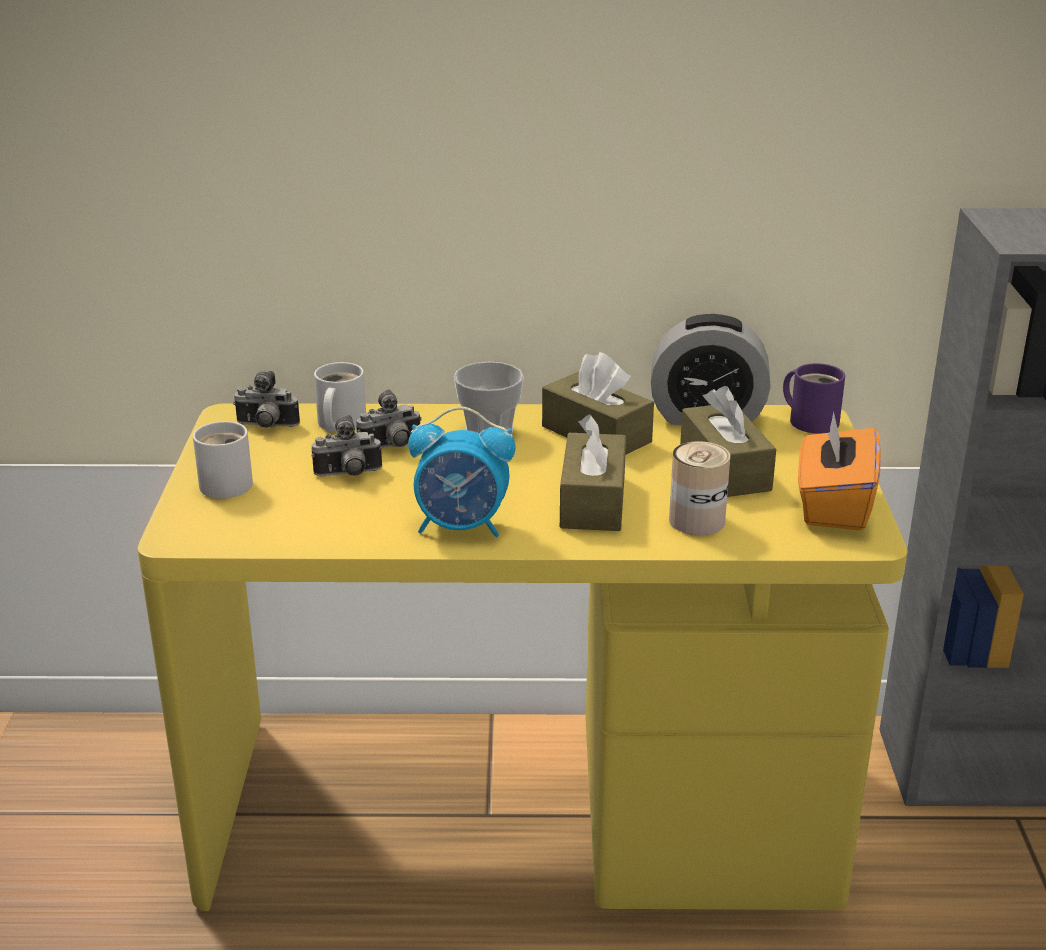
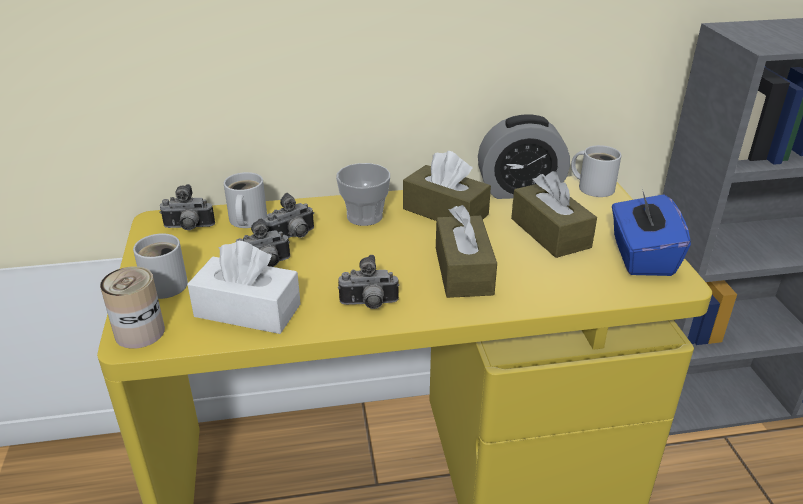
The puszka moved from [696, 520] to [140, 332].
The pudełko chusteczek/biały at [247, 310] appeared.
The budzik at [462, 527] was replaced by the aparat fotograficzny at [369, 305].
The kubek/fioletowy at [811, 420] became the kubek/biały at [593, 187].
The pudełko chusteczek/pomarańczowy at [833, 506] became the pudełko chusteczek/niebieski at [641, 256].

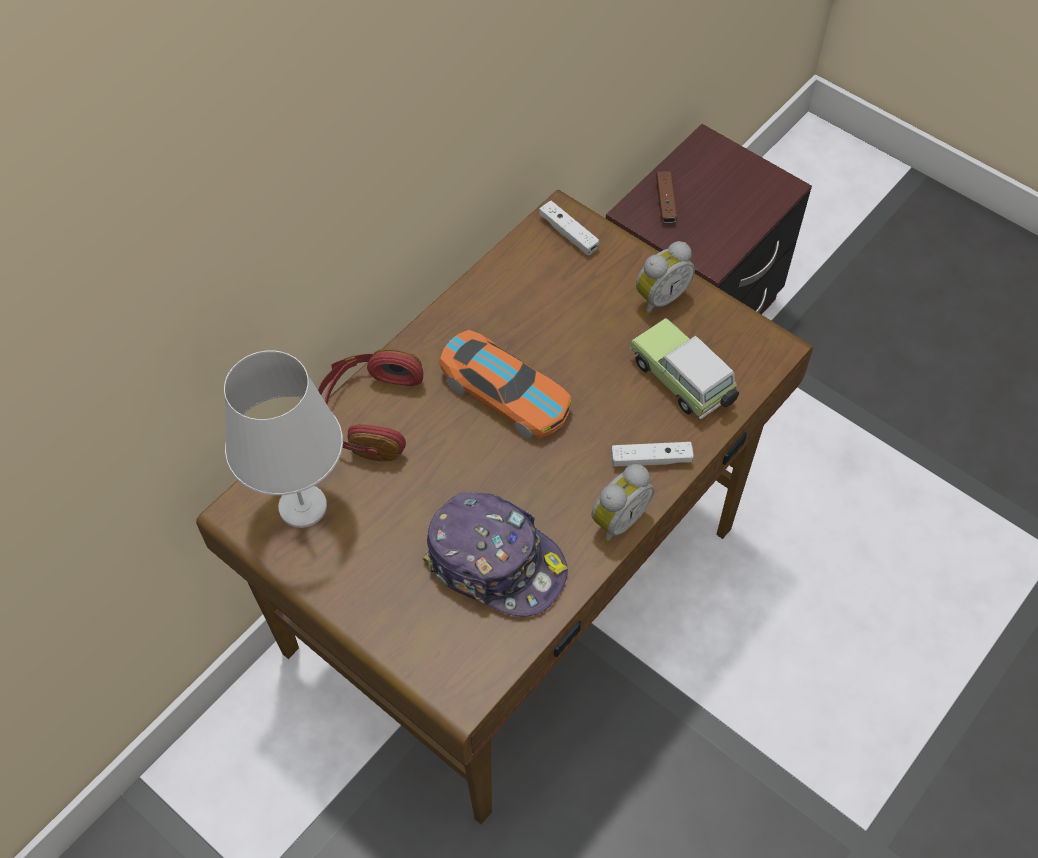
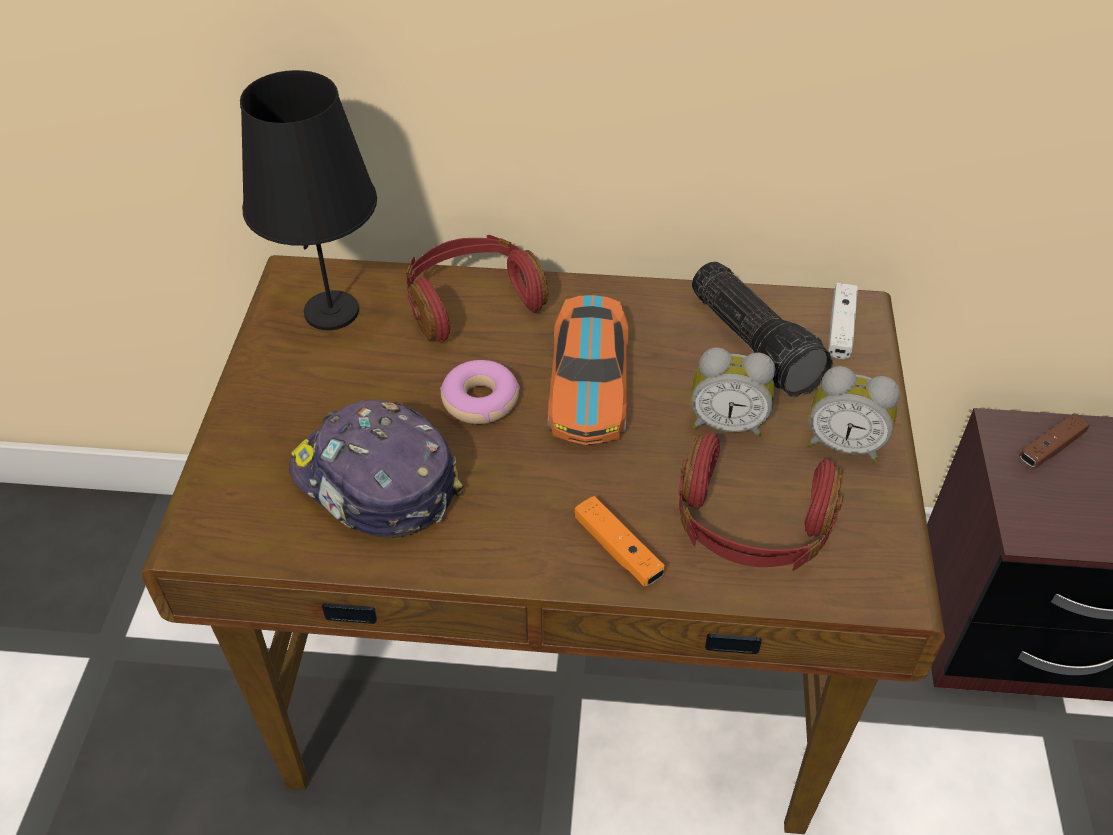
The lampa stołowa/biały at [302, 505] became the lampa stołowa/czarny at [332, 311].
The czapka z daszkiem at [495, 562] turned 135 degrees clockwise.
The donut at [480, 400] appeared.
The pad do gier/biały at [651, 459] became the pad do gier/pomarańczowy at [618, 549].
The samochodzik at [683, 382] was replaced by the słuchawki/czerwony at [751, 525].
The budzik moved from [617, 519] to [727, 423].
The latarka at [756, 343] appeared.

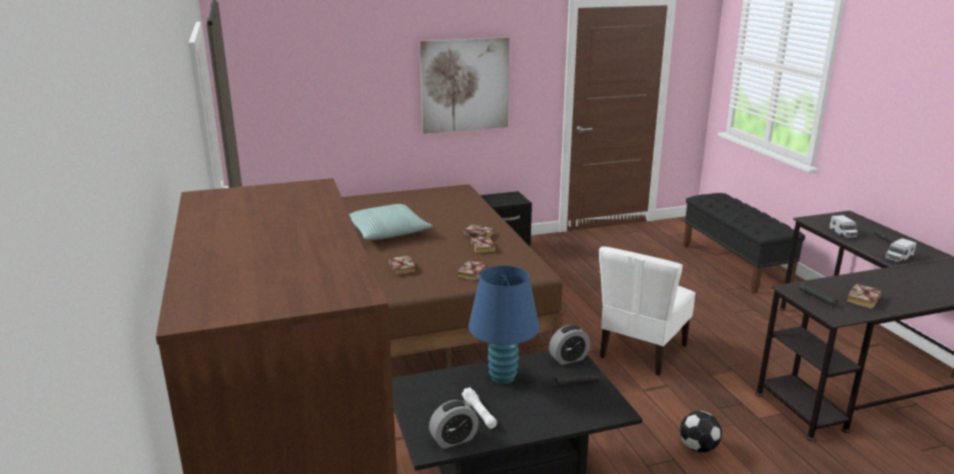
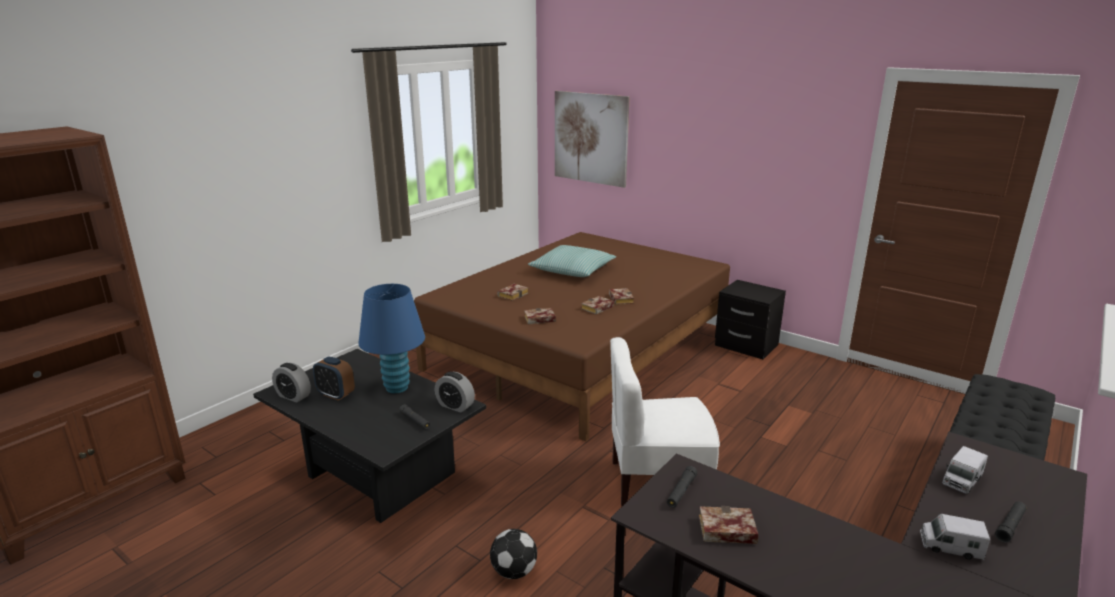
The latarka/biały at [479, 413] was replaced by the budzik at [335, 394].
The obraz moved from [465, 85] to [590, 138].

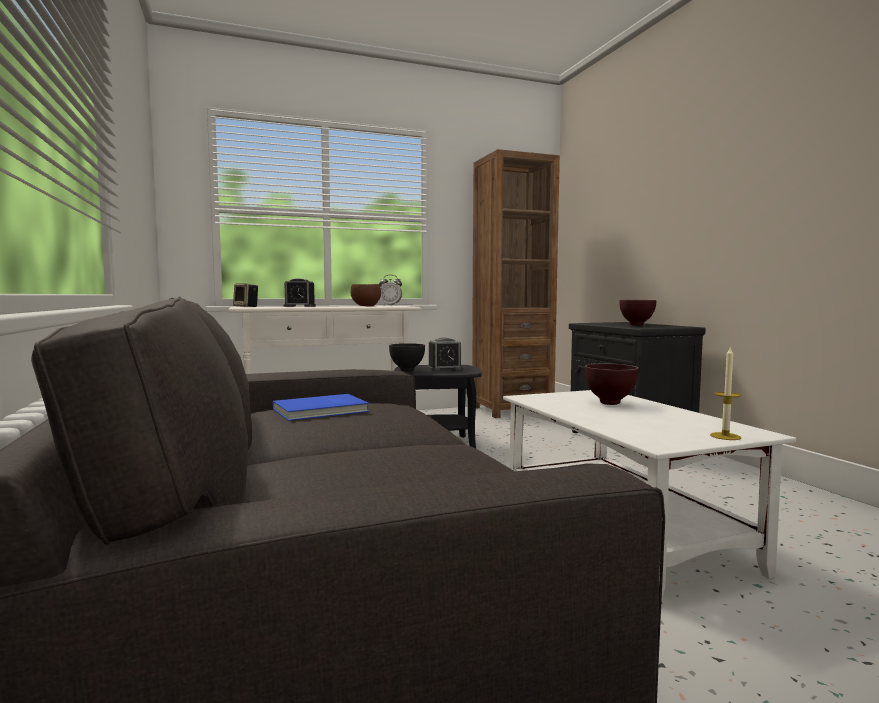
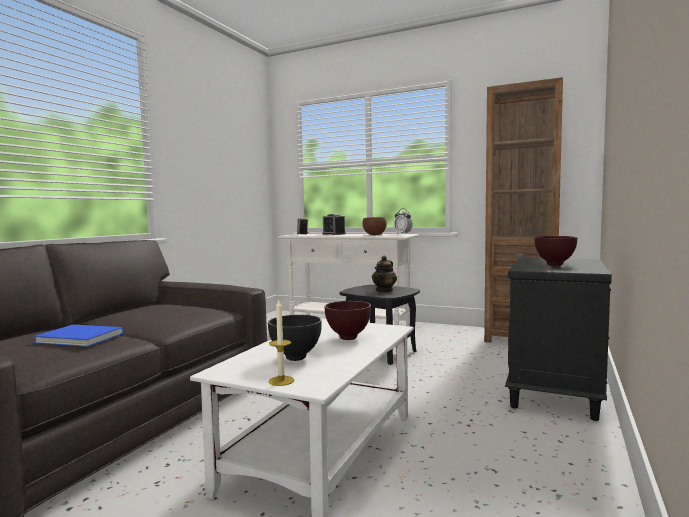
The książka/niebieski moved from [322, 410] to [79, 338].
The miska/czarny moved from [406, 370] to [296, 358].
The budzik at [444, 369] was replaced by the imbryk at [384, 290].

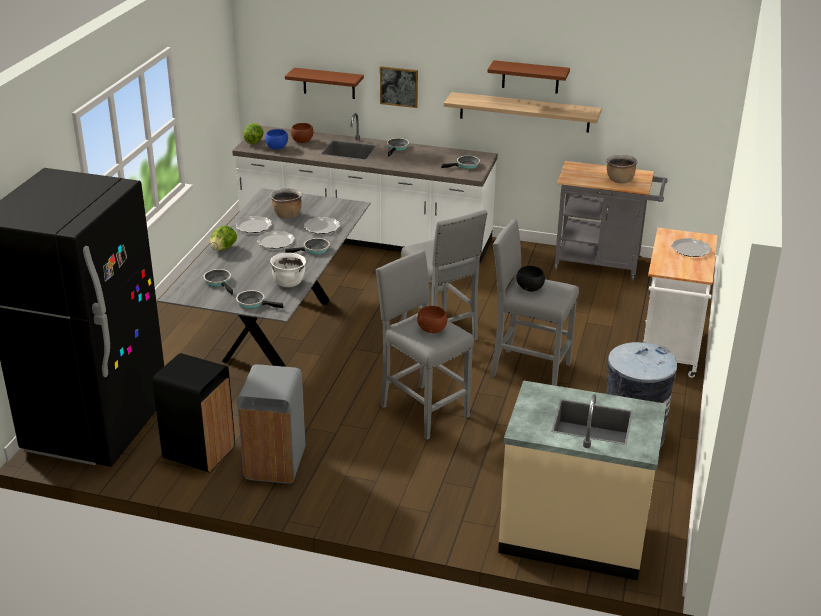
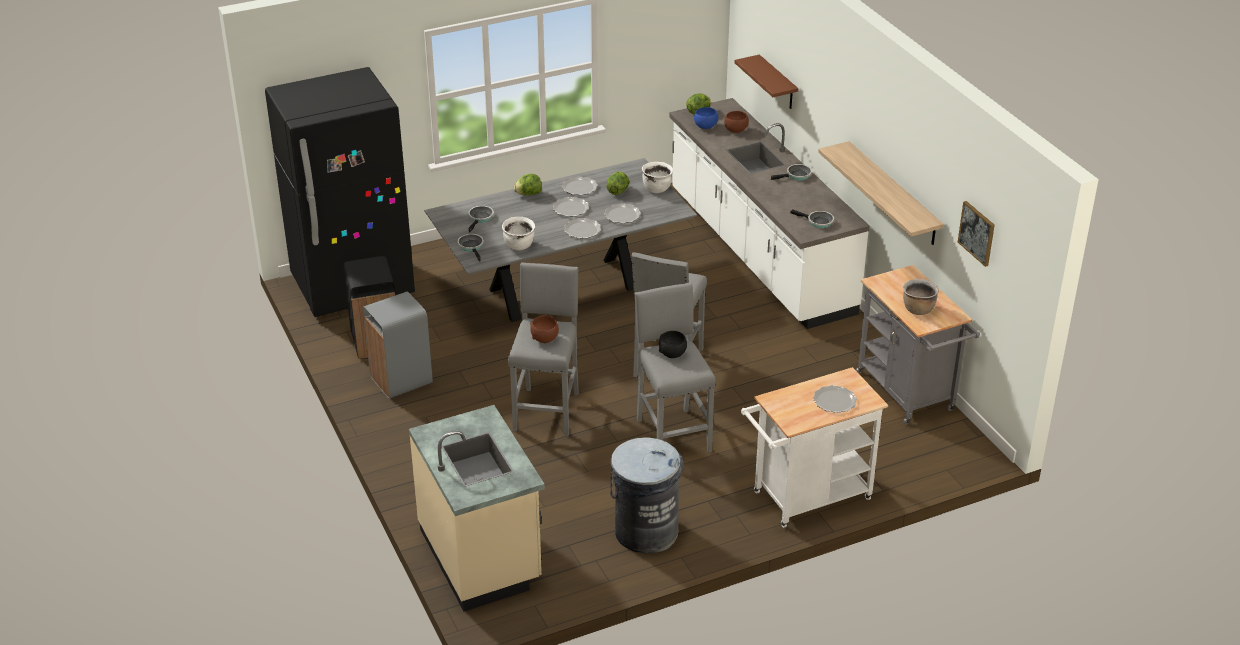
The patelnia at [314, 250] was replaced by the talerz at [582, 230].
The garnek/brązowy at [287, 215] was replaced by the sałata at [618, 191].
The garnek/biały at [656, 188] appeared.
The obraz moved from [399, 86] to [977, 233].
The półka/brązowy at [530, 77] disappeared.

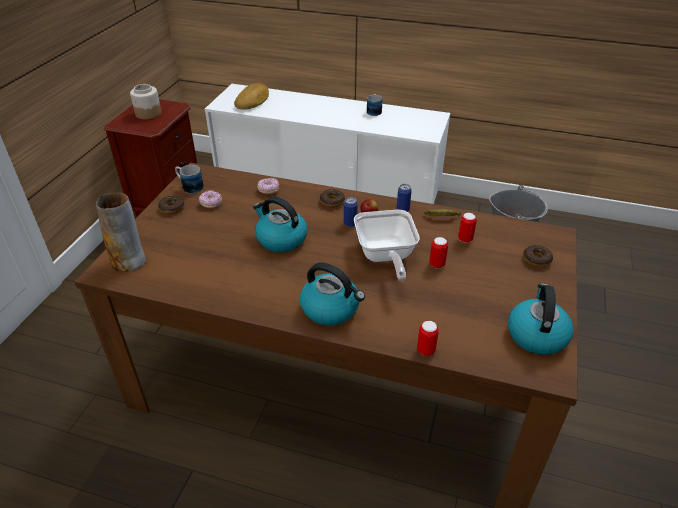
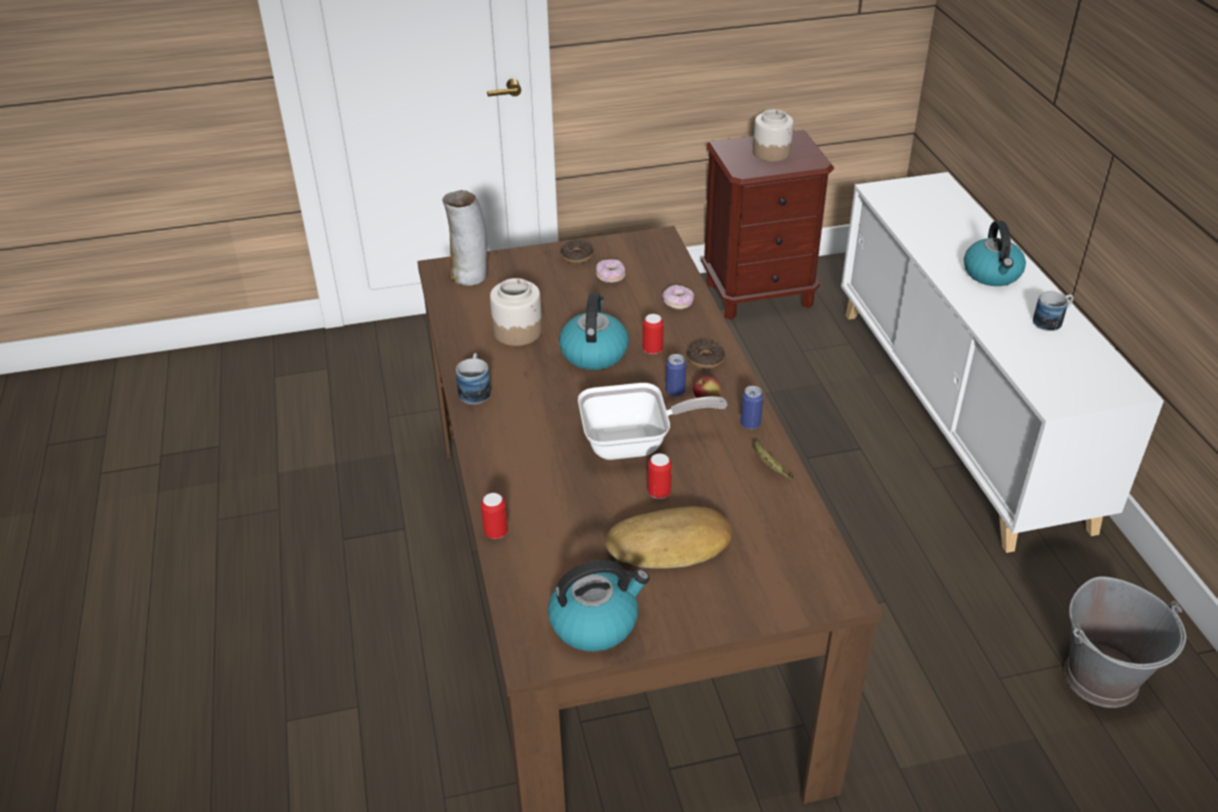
The kubek moved from [189, 187] to [475, 389].
The słoik at [517, 331] appeared.
The patelnia at [385, 257] turned 150 degrees counterclockwise.
The chleb moved from [253, 101] to [670, 546].
The puszka moved from [465, 239] to [652, 350].
The czajnik moved from [331, 309] to [992, 274].
The donut at [536, 259] disappeared.

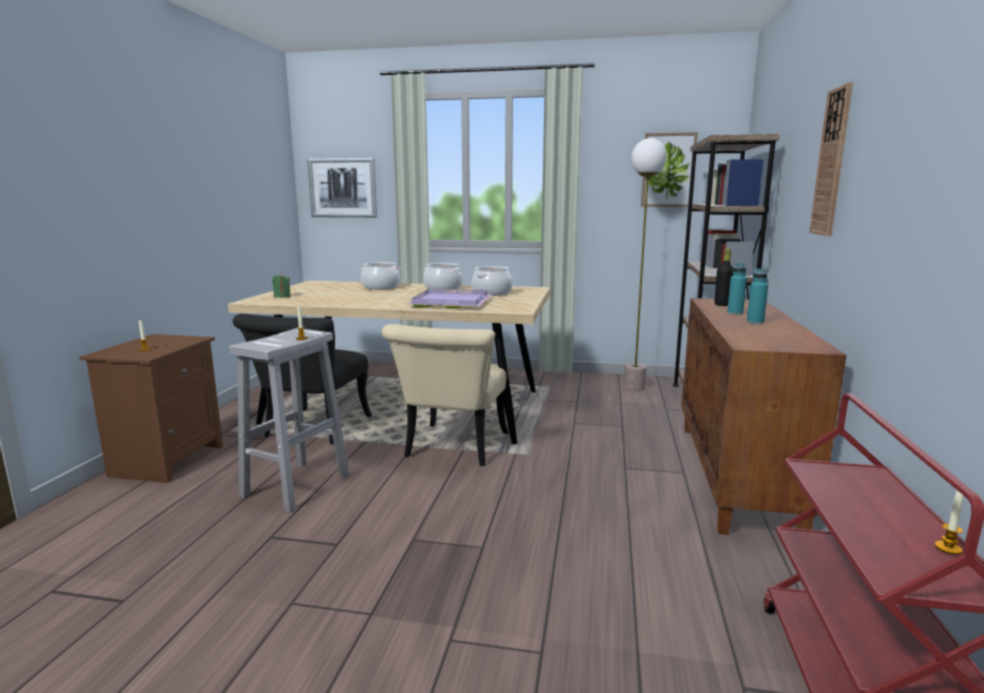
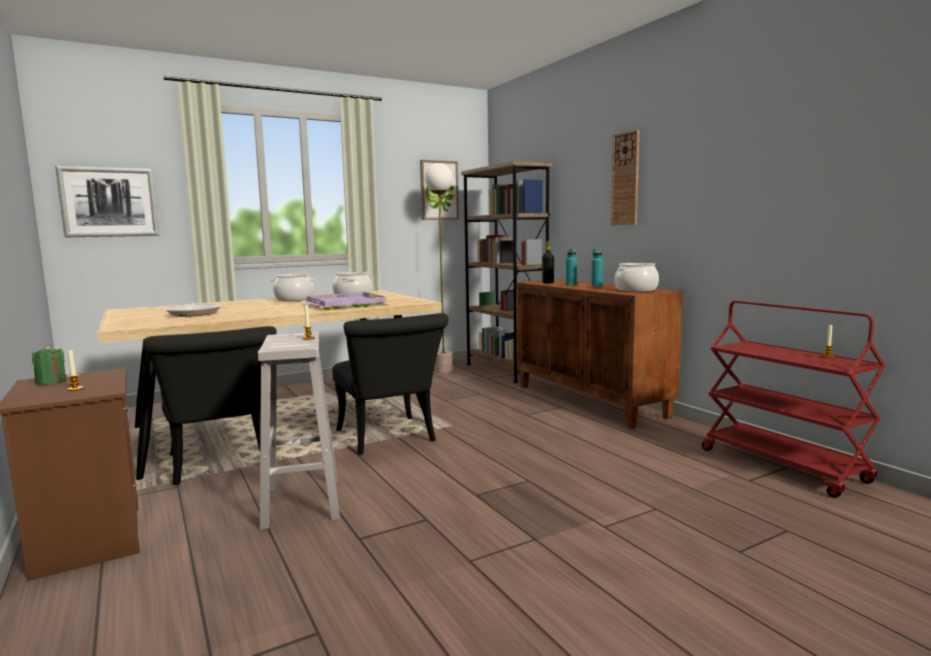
The świeca/zielony moved from [282, 296] to [51, 381].
The patelnia at [194, 313] appeared.
The krzesło/beżowy at [453, 449] became the krzesło/czarny at [389, 439].
The garnek moved from [380, 287] to [636, 290].

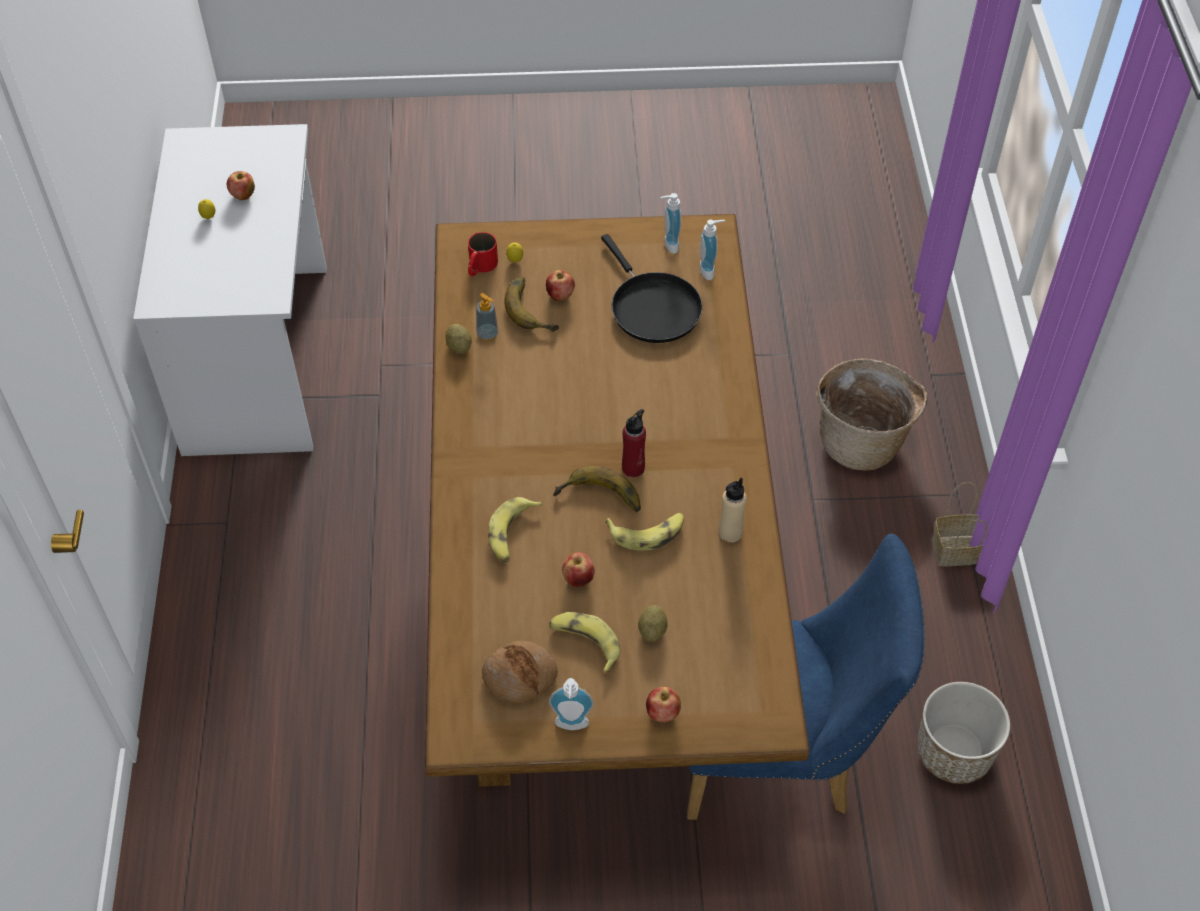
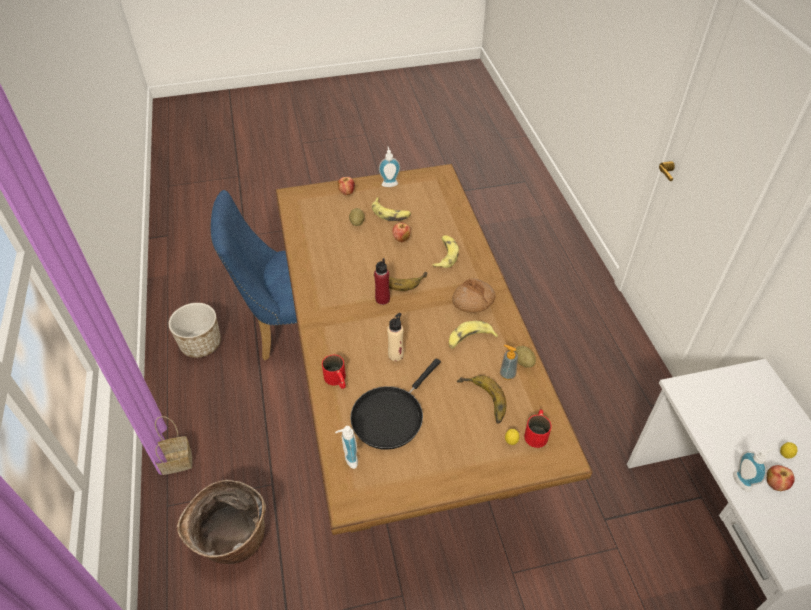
The kubek/czerwony at [337, 380] appeared.
The patelnia/czarny at [652, 307] turned 105 degrees counterclockwise.
The butelka/beżowy moved from [730, 533] to [396, 355].
The banan moved from [647, 532] to [469, 339].
The chleb moved from [520, 676] to [473, 300].
The dozownik mydła moved from [668, 244] to [744, 481].
The jabłko at [560, 296] disappeared.

